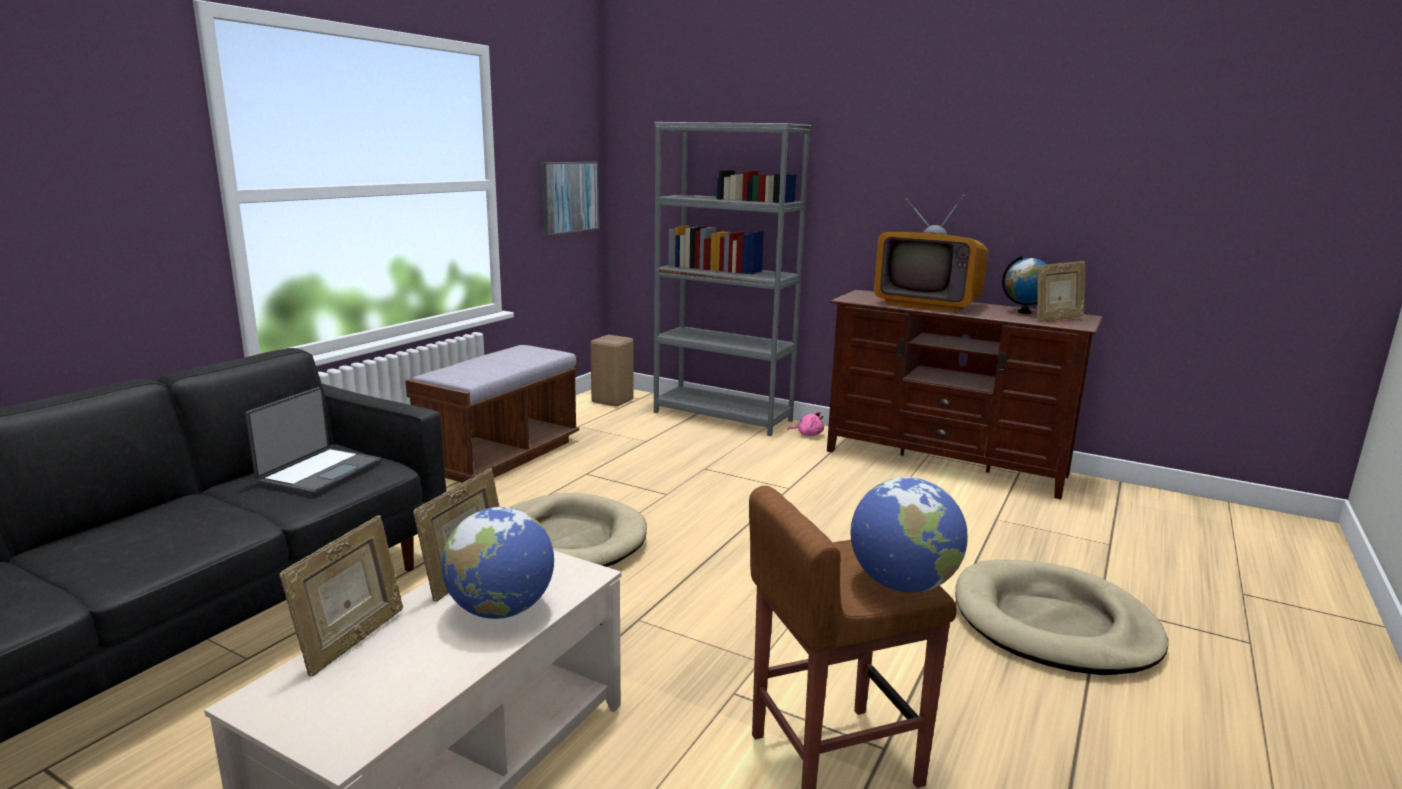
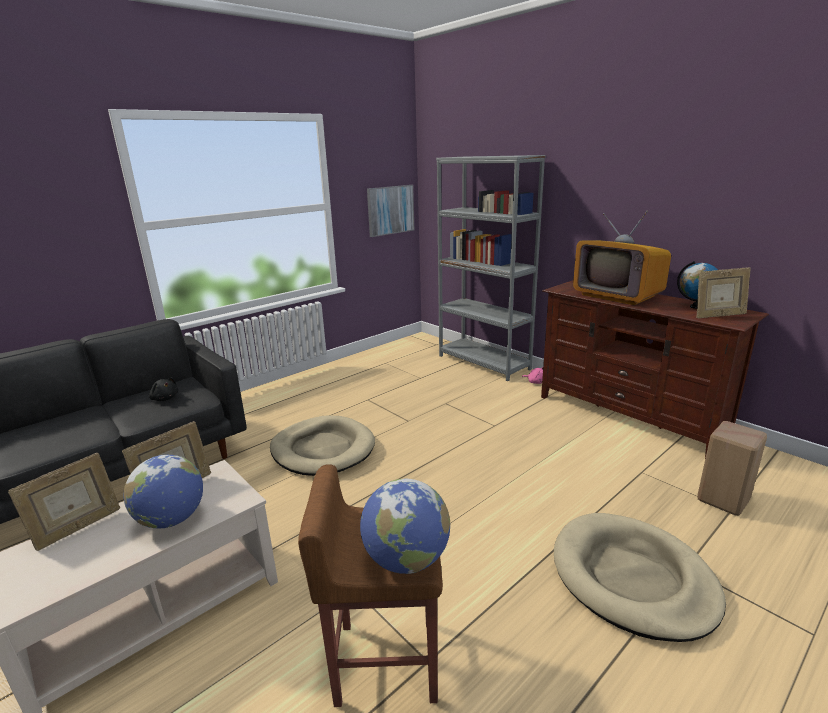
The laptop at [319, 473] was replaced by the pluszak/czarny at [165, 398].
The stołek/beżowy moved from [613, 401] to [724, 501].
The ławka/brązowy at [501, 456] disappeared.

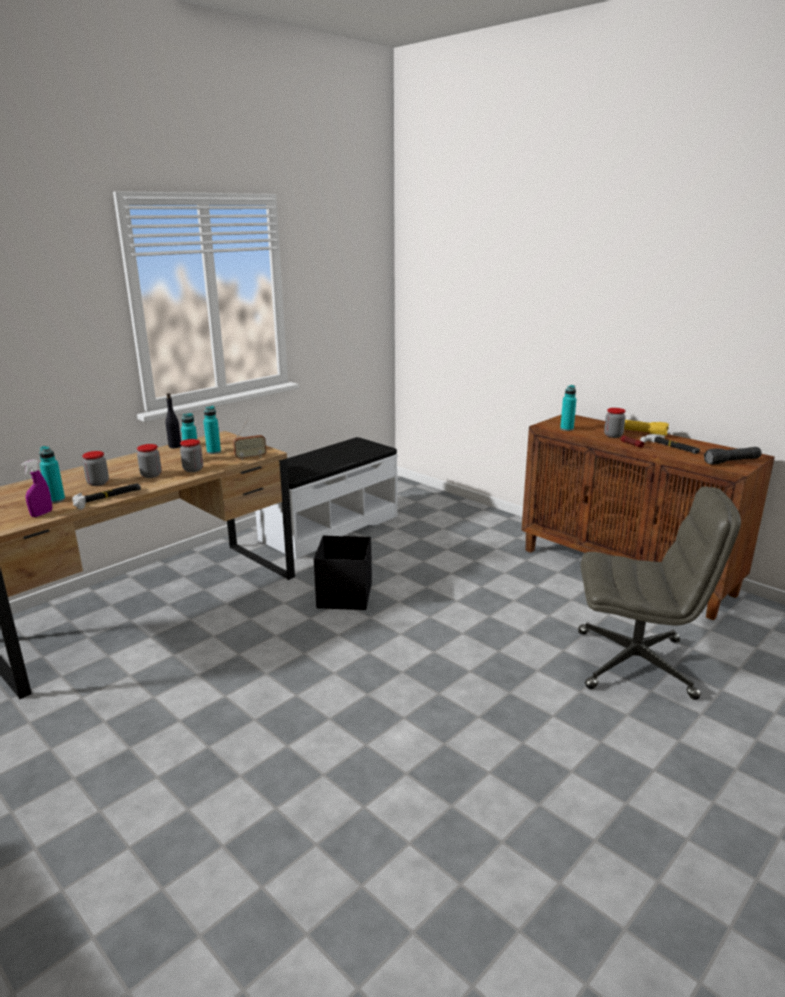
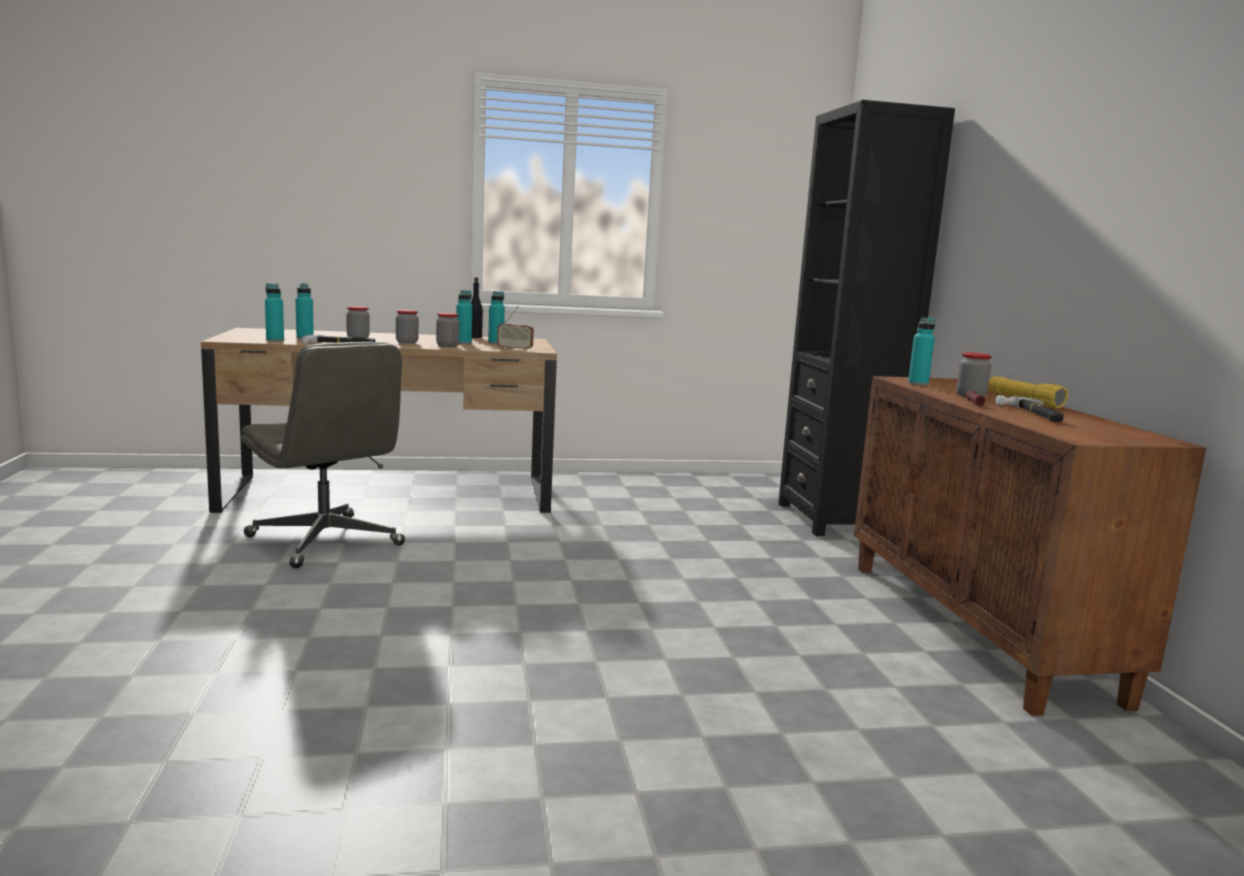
The krzesło biurowe/szary moved from [636, 663] to [326, 541].
The spryskiwacz/fioletowy at [41, 514] was replaced by the butelka/turkusowy at [275, 340].
The regał/czarny at [836, 519] appeared.
The ławka/biały at [329, 527] disappeared.
The pojemnik do przechowywania/czarny at [344, 596] disappeared.
The latarka/czarny at [731, 462] disappeared.

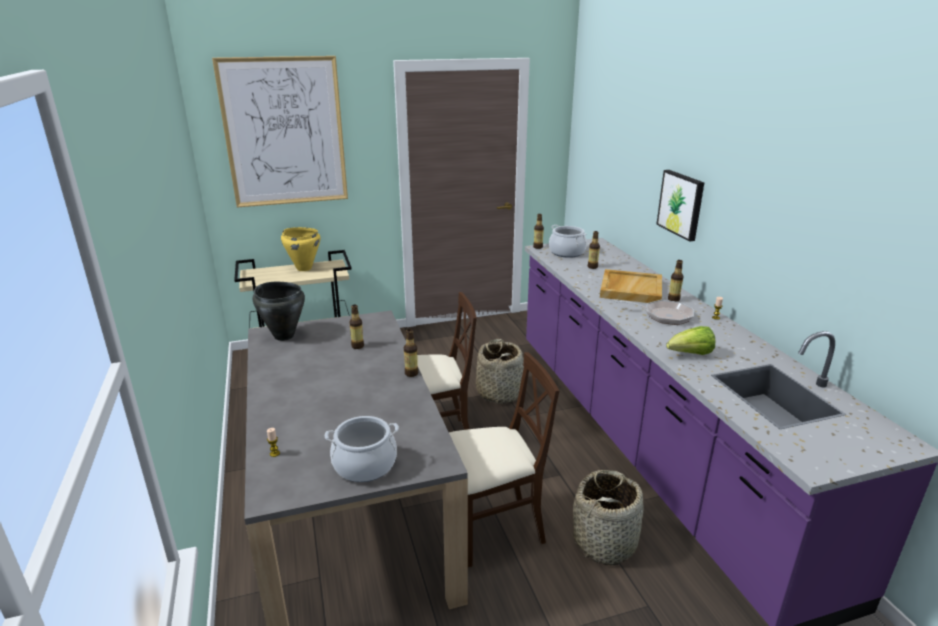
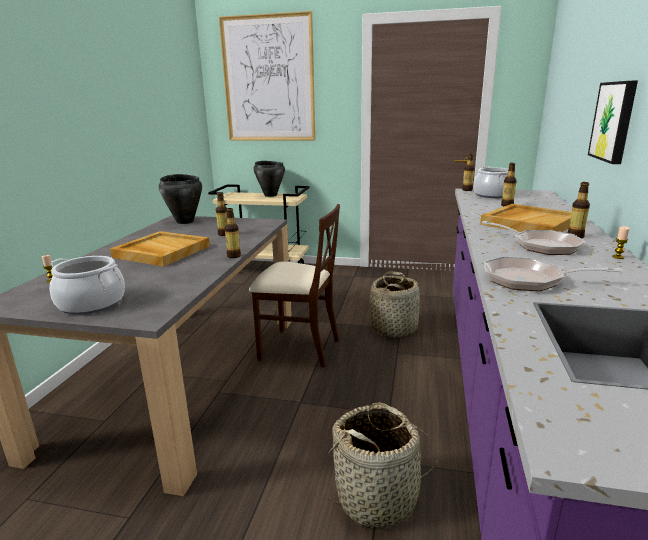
The taca/beżowy at [161, 251] appeared.
The garnek/żółty at [304, 268] became the garnek/czarny at [270, 195].
The sałata at [690, 354] was replaced by the patelnia at [529, 280].
The krzesło/beżowy at [492, 528] disappeared.

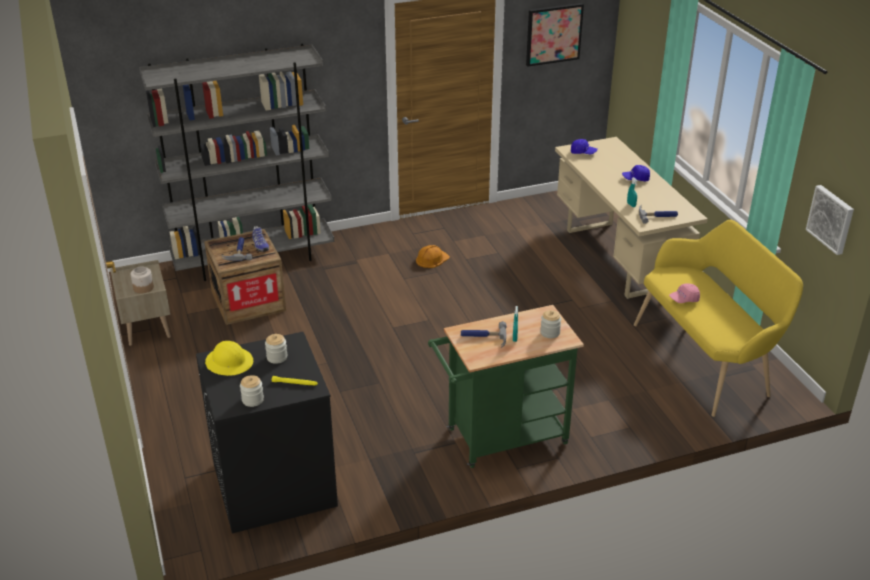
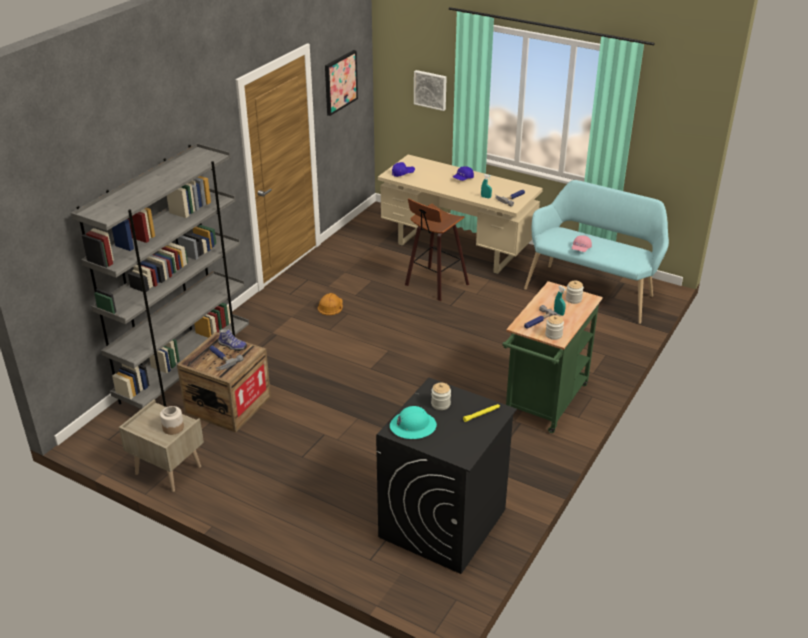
The kask/żółty at [229, 362] became the kask/turkusowy at [412, 426].
The stołek at [434, 285] appeared.
The obraz moved from [831, 219] to [430, 89].
The ławka/żółty at [707, 360] became the ławka/turkusowy at [592, 290].
The słoik moved from [253, 400] to [553, 335].

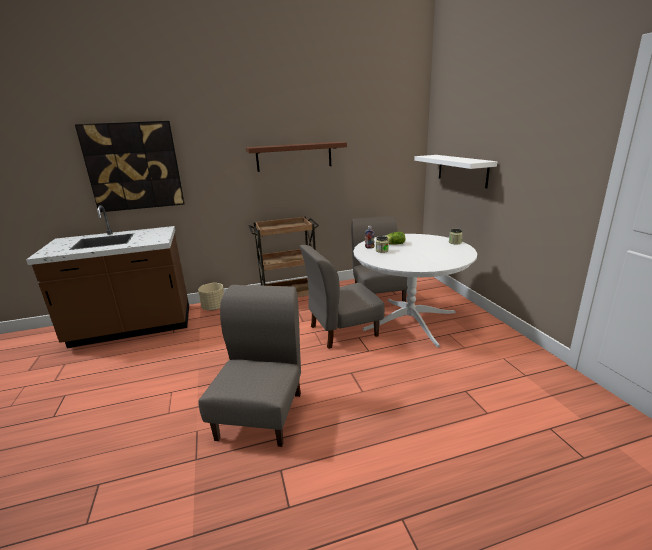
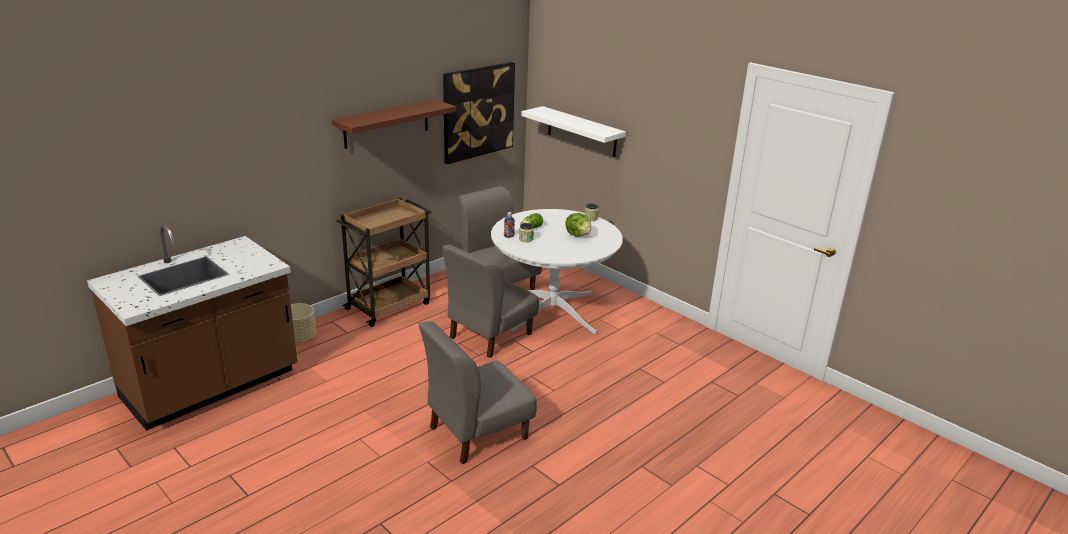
The krzesło/szary at [261, 414] turned 105 degrees counterclockwise.
The obraz moved from [134, 166] to [478, 111].
The sałata at [578, 235] appeared.

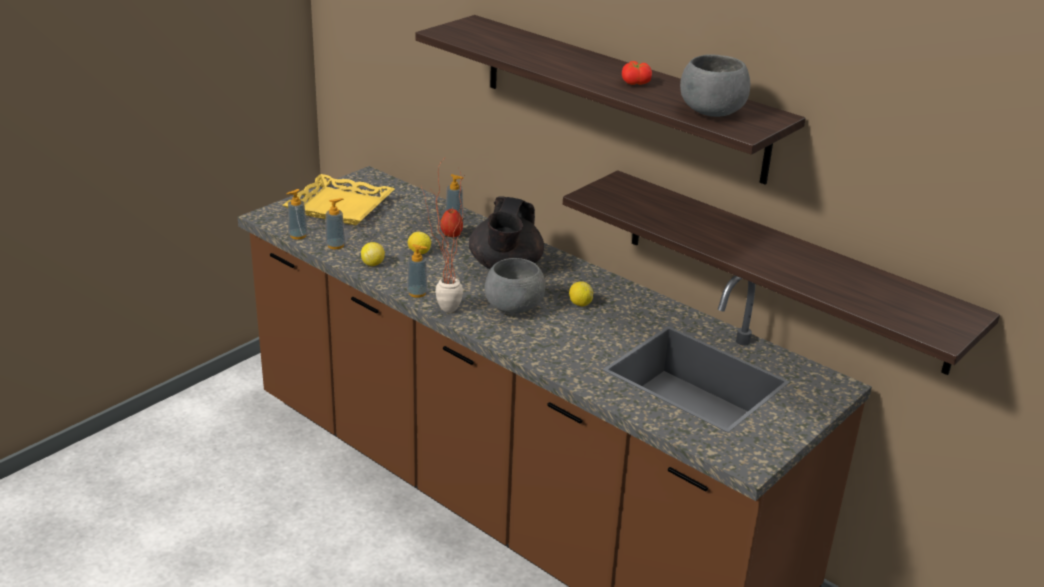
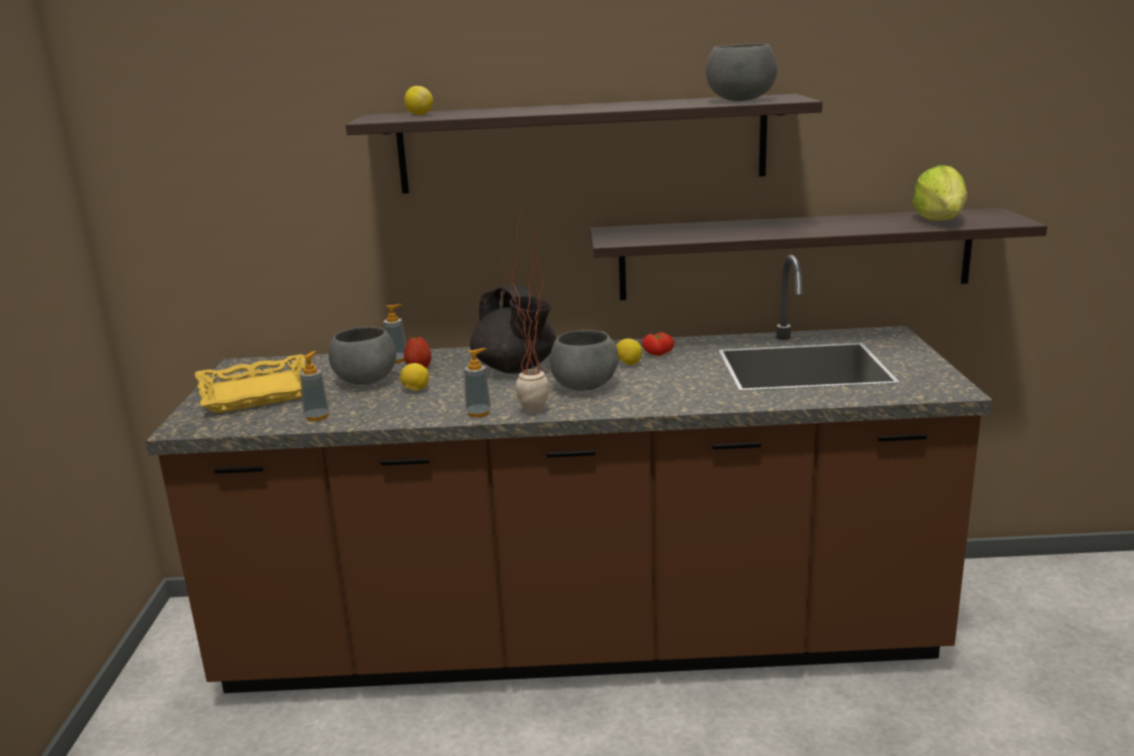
The miska/szary at [366, 381] appeared.
The cytryna moved from [373, 264] to [419, 114].
The pomidor moved from [634, 83] to [658, 354].
The sałata at [940, 220] appeared.
The dozownik mydła at [298, 236] disappeared.

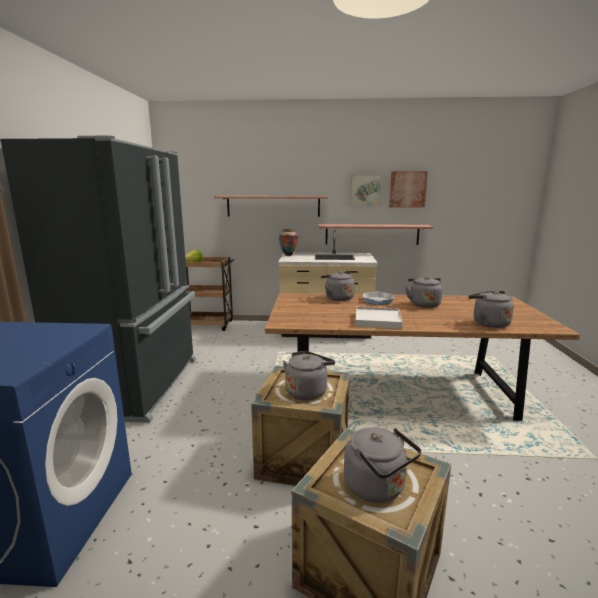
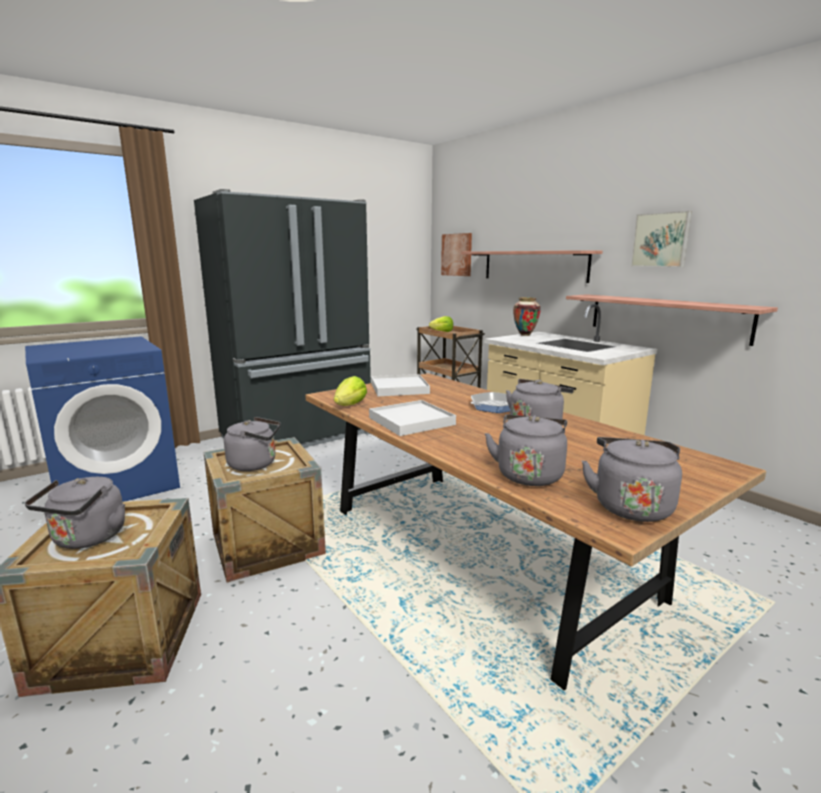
The sałata at [350, 405] appeared.
The taca/biały at [399, 388] appeared.
The obraz moved from [407, 189] to [457, 254].
The czajnik/szary moved from [337, 298] to [631, 506].

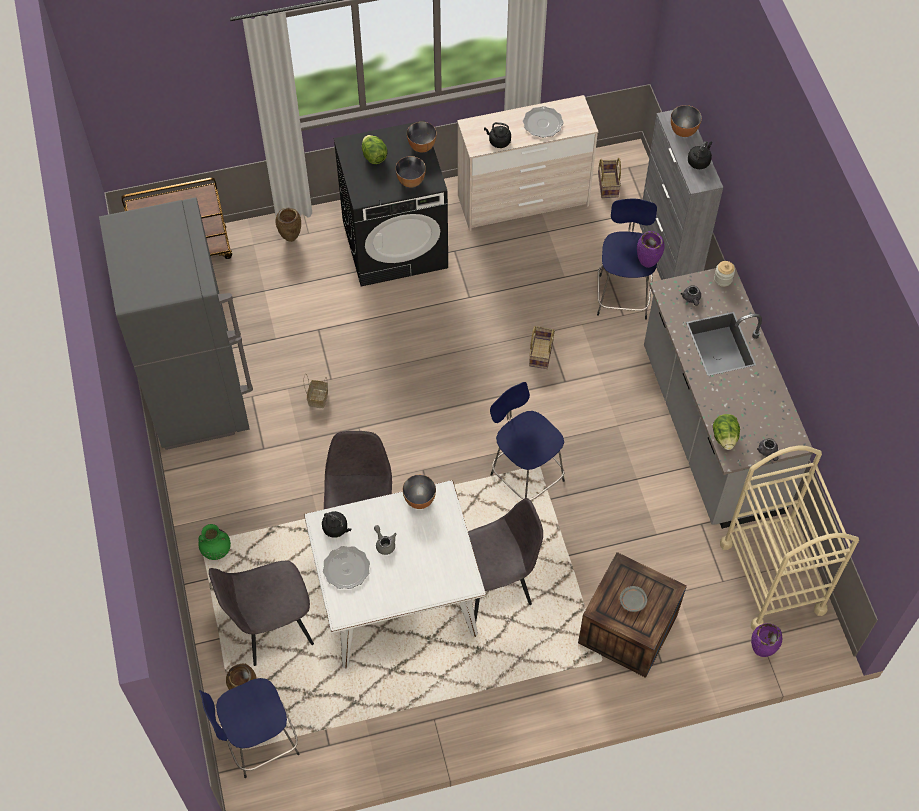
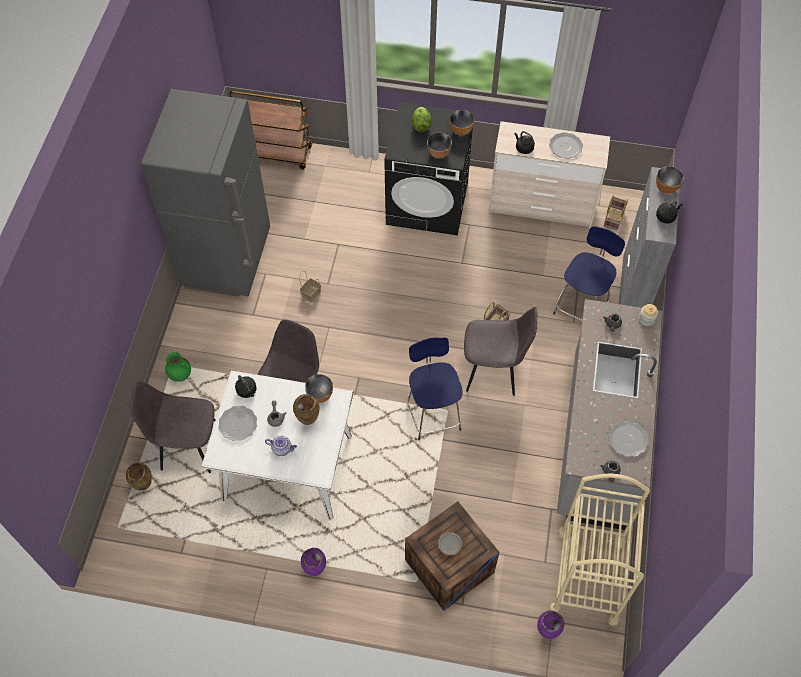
The imbryk at [282, 448] appeared.
The wazon/brązowy moved from [291, 238] to [308, 420].
The wazon/fioletowy moved from [647, 265] to [315, 570].
The krzesło/szary moved from [493, 583] to [493, 370].
The talerz at [628, 440] appeared.
The stołek/niebieski at [259, 741] disappeared.
The sałata at [724, 437] disappeared.

